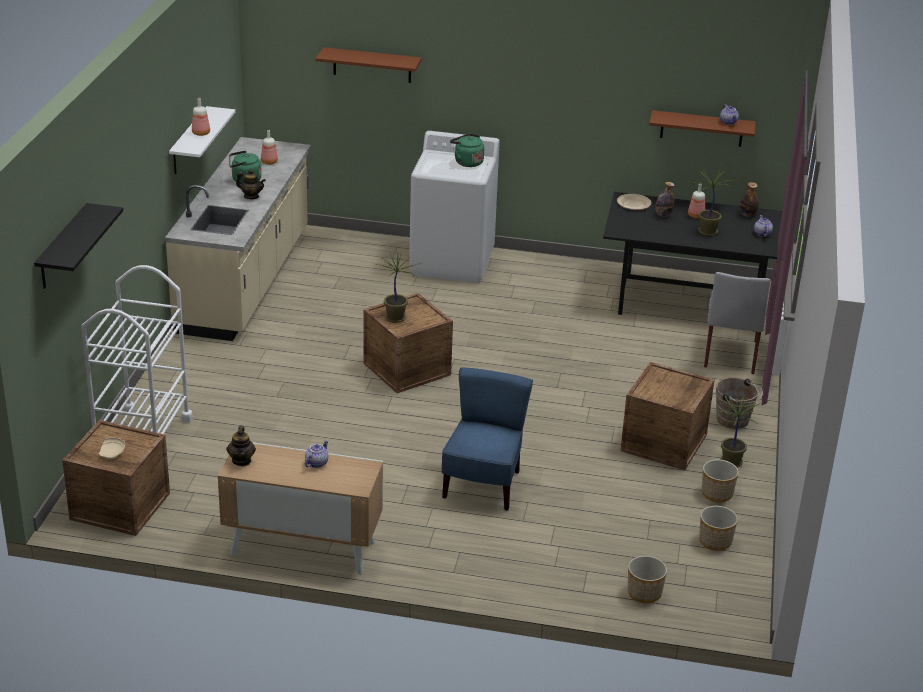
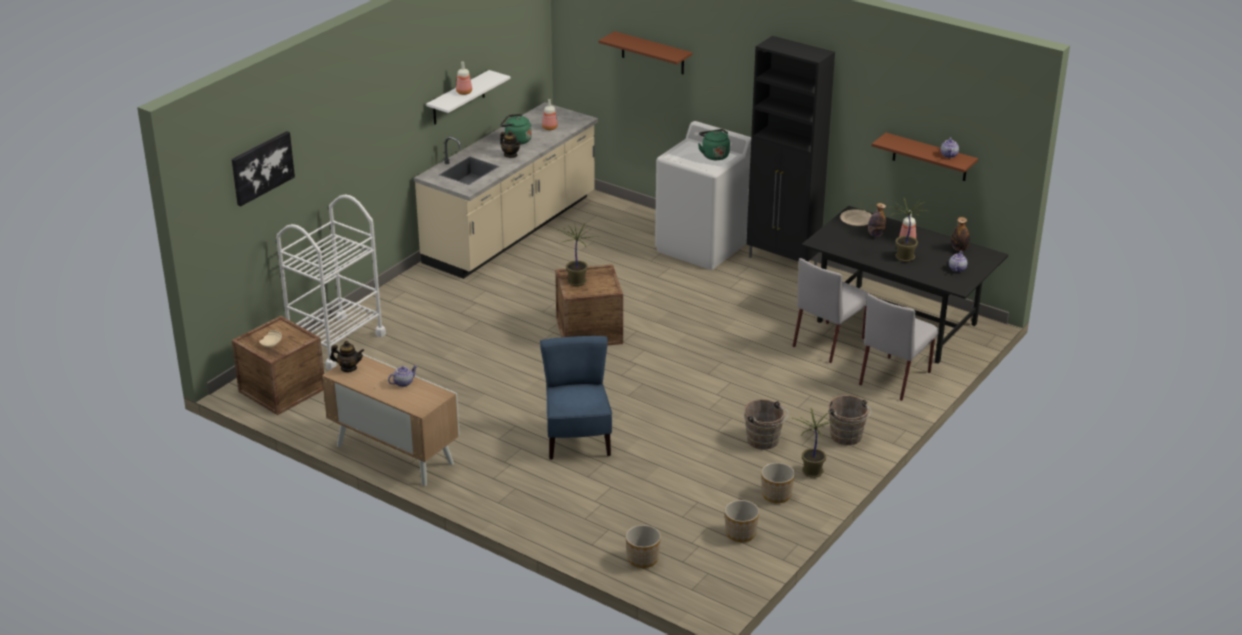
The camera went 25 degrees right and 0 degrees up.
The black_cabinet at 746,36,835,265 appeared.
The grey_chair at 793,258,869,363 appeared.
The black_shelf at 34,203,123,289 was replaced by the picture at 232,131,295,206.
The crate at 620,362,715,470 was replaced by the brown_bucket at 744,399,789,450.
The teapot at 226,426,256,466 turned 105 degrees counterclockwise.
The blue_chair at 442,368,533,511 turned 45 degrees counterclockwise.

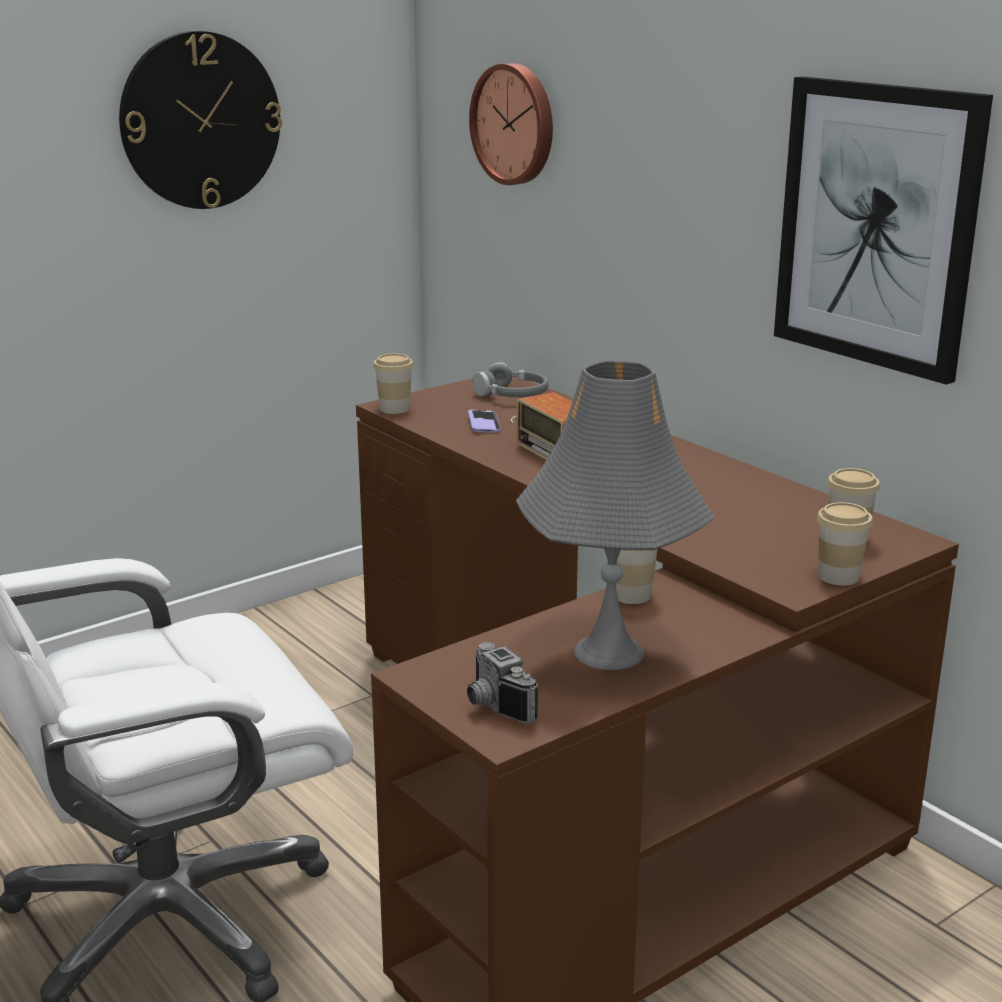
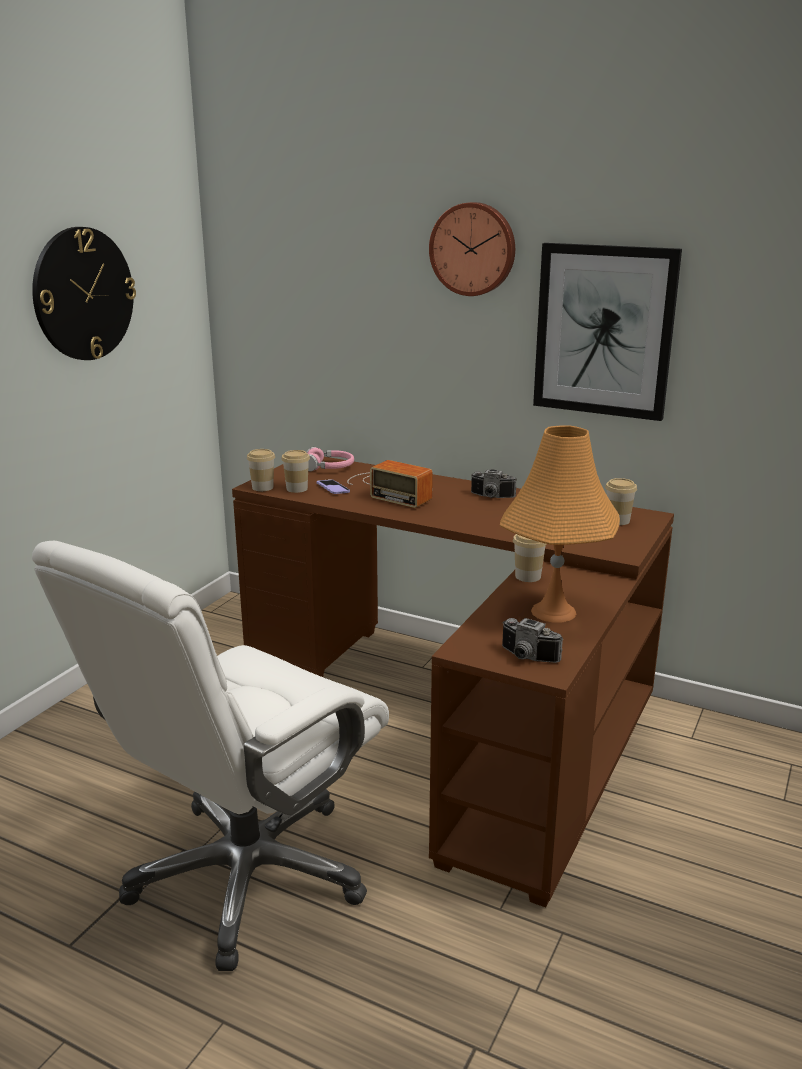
The camera went 25 degrees left and 0 degrees up.
The photo_camera at 471,470,517,498 appeared.
The wall_clock moved from 469,63,553,185 to 429,202,515,296.
The cup moved from 817,502,873,586 to 281,450,310,493.
The grey_headphones at 472,362,549,397 became the pink_headphones at 306,447,354,471.
The grey_table_lamp at 516,360,715,670 became the orange_table_lamp at 500,425,620,623.

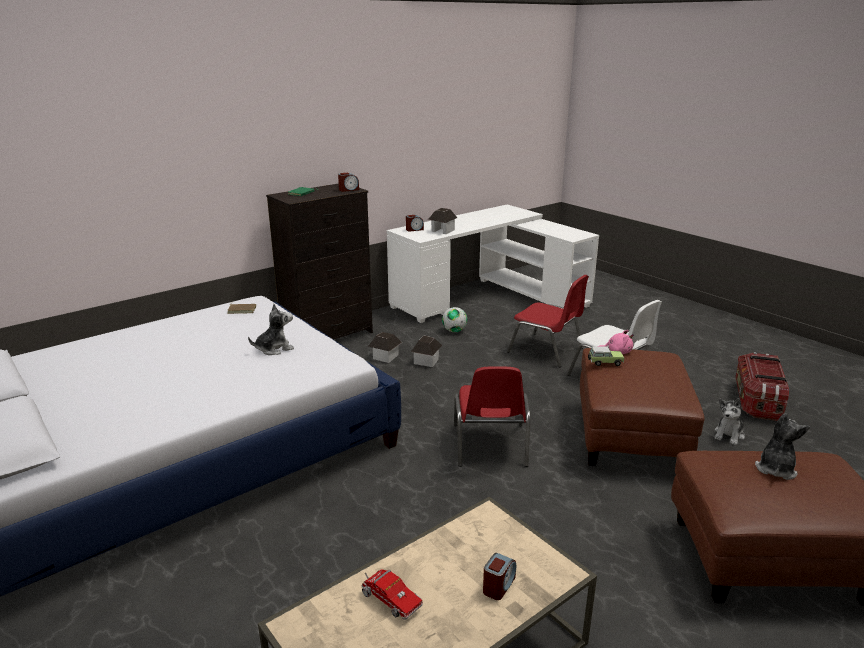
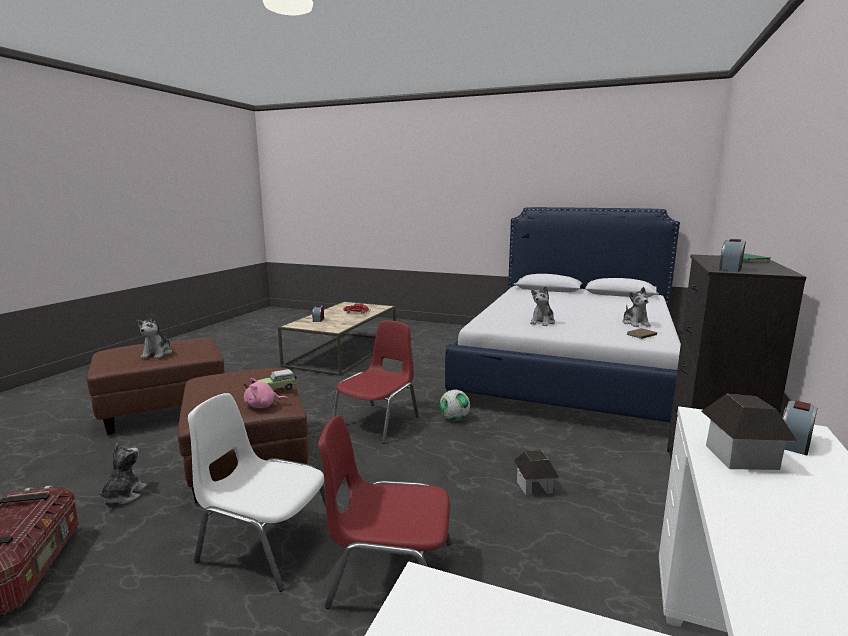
The camera went 150 degrees right and 10 degrees down.
The toy_house at 369,332,402,363 disappeared.
The plush_toy at 623,287,651,327 appeared.
The football moved from 442,307,467,332 to 440,390,470,420.
The red_chair at 454,366,530,467 turned 60 degrees clockwise.

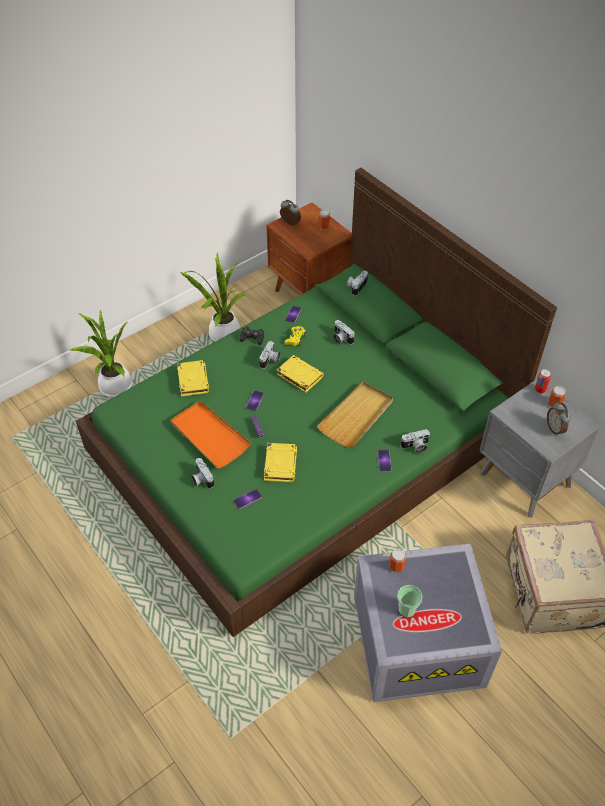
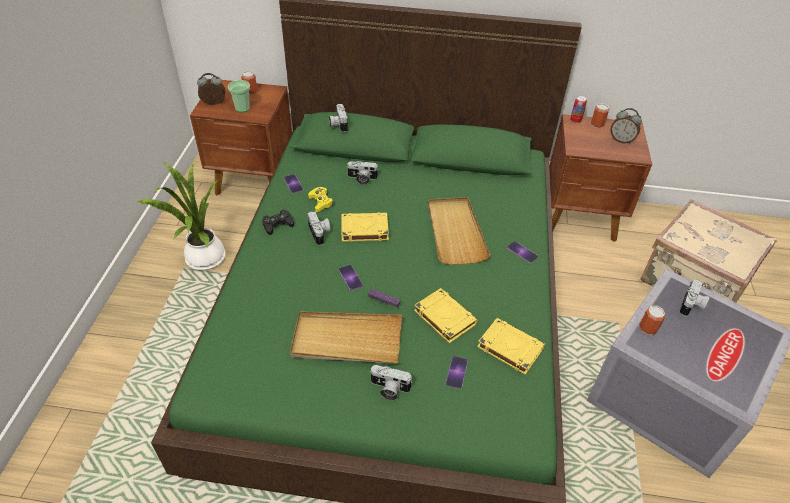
The camera went 45 degrees left and 5 degrees down.
The potted_plant at 69,309,133,397 disappeared.
The yellow_book moved from 177,360,209,397 to 477,318,545,375.
The cup moved from 397,585,423,618 to 228,80,250,112.
The photo_camera moved from 400,429,430,453 to 680,279,710,316.
The orange_tray at 171,401,251,468 became the beige_tray at 290,311,402,364.
The grey_nightstand at 479,379,600,518 became the brown_nightstand at 549,114,652,242.

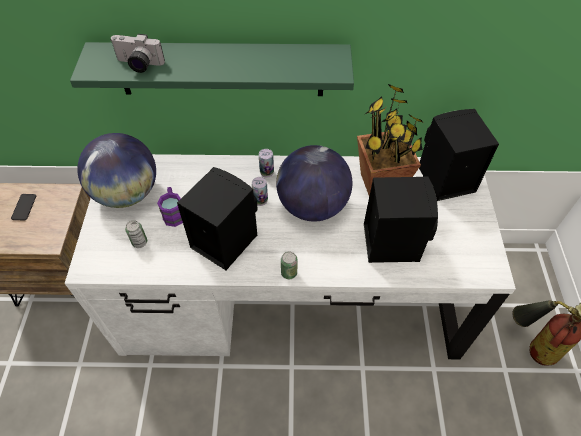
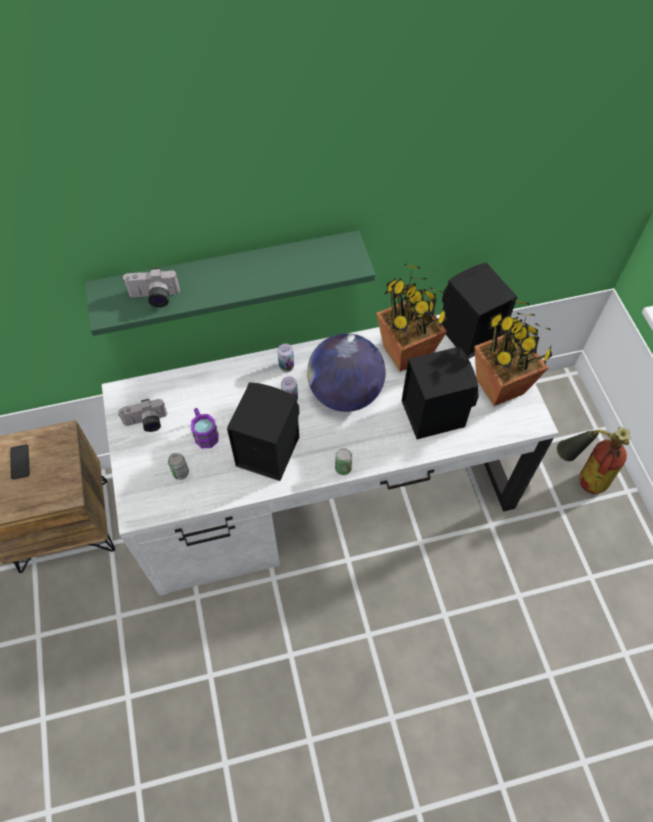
The camera went 15 degrees left and 5 degrees up.
The potted_plant at 474,299,552,406 appeared.
The globe at 77,133,156,208 was replaced by the photo_camera at 118,399,167,432.

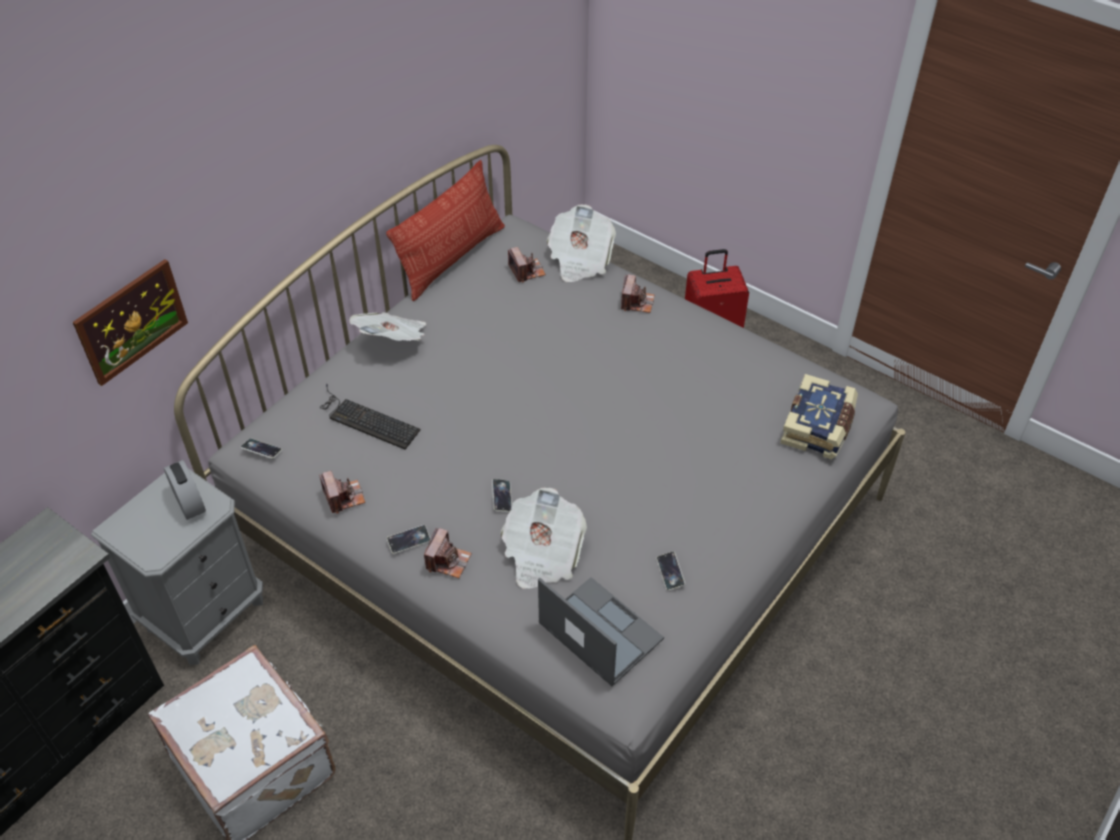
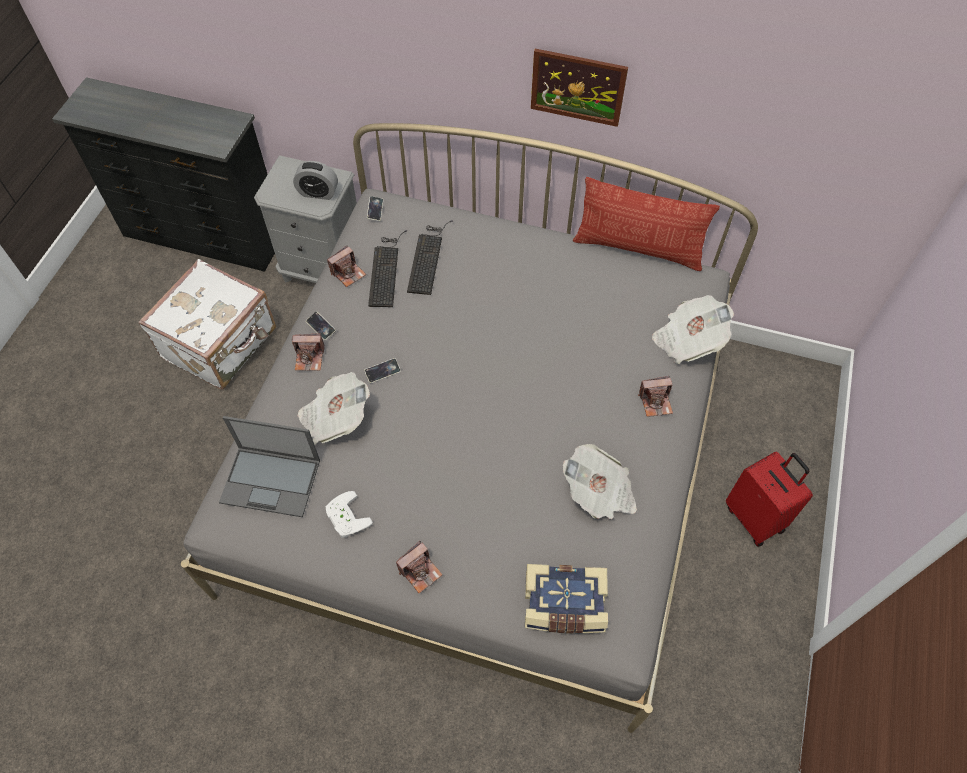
The camera went 70 degrees right and 10 degrees up.
The keyboard at 368,230,407,307 appeared.
The picture moved from 73,259,188,386 to 531,49,628,127.
The newspaper moved from 349,312,426,341 to 563,444,637,519.
The photo_camera moved from 508,247,546,283 to 396,541,442,593.
The phone at 656,551,685,591 was replaced by the white_game_controller at 326,491,373,538.
The alarm_clock at 164,460,206,520 turned 60 degrees clockwise.
The laptop at 538,577,664,686 turned 75 degrees clockwise.

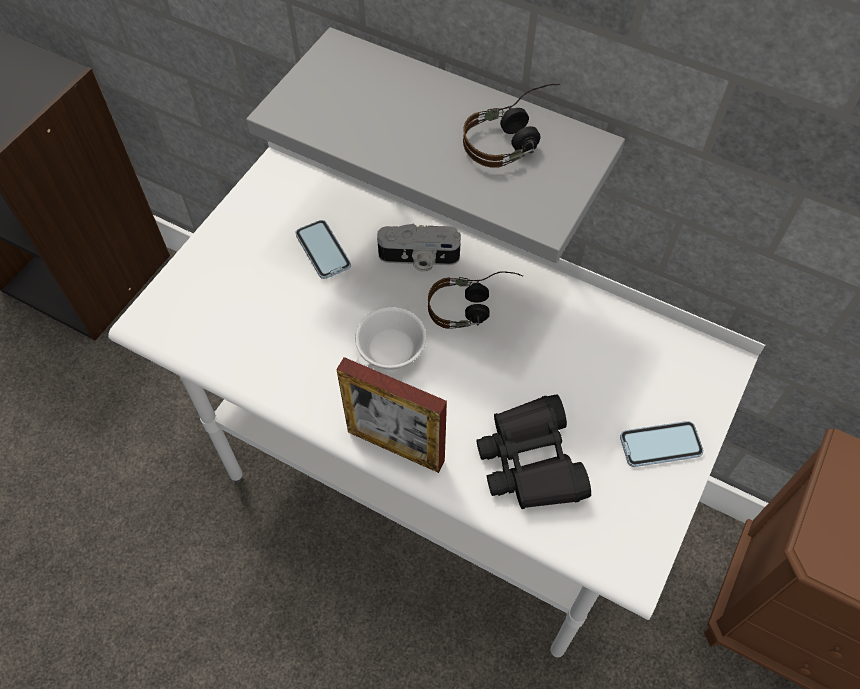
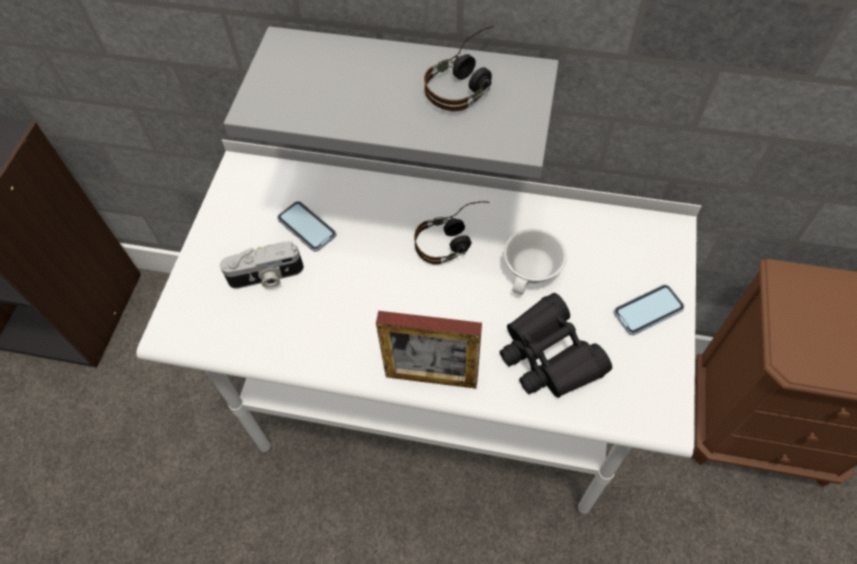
The camera went 15 degrees left and 0 degrees up.
The white_cup moved from 355,307,426,370 to 504,228,567,295.
The photo_camera moved from 377,223,461,272 to 220,241,304,289.

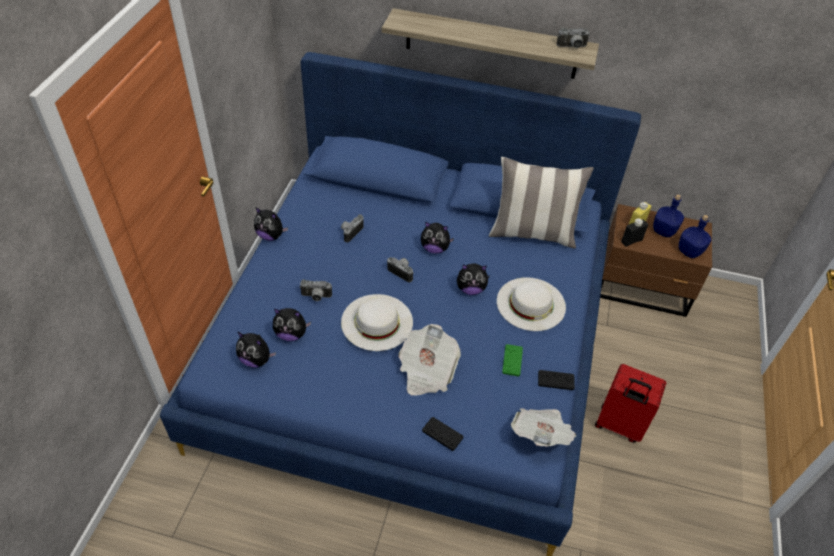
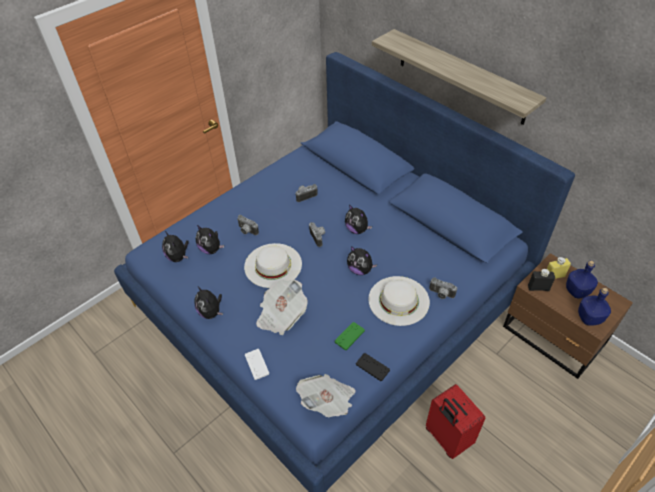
The camera went 35 degrees right and 0 degrees up.
The pillow at 489,157,594,248 disappeared.
The plush_toy moved from 254,208,288,241 to 194,286,223,319.
The photo_camera moved from 556,28,590,48 to 429,277,457,299.
The black_game_controller at 422,417,463,451 became the white_game_controller at 245,349,269,380.

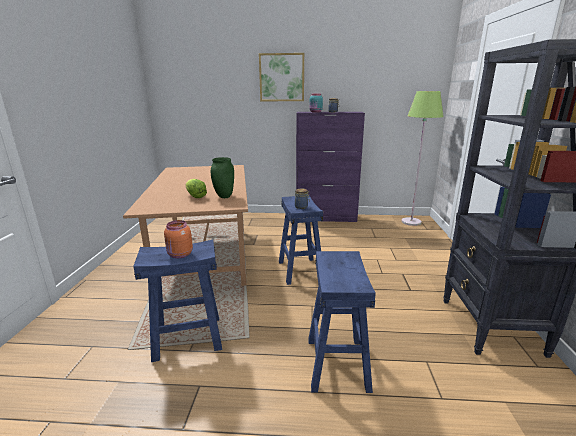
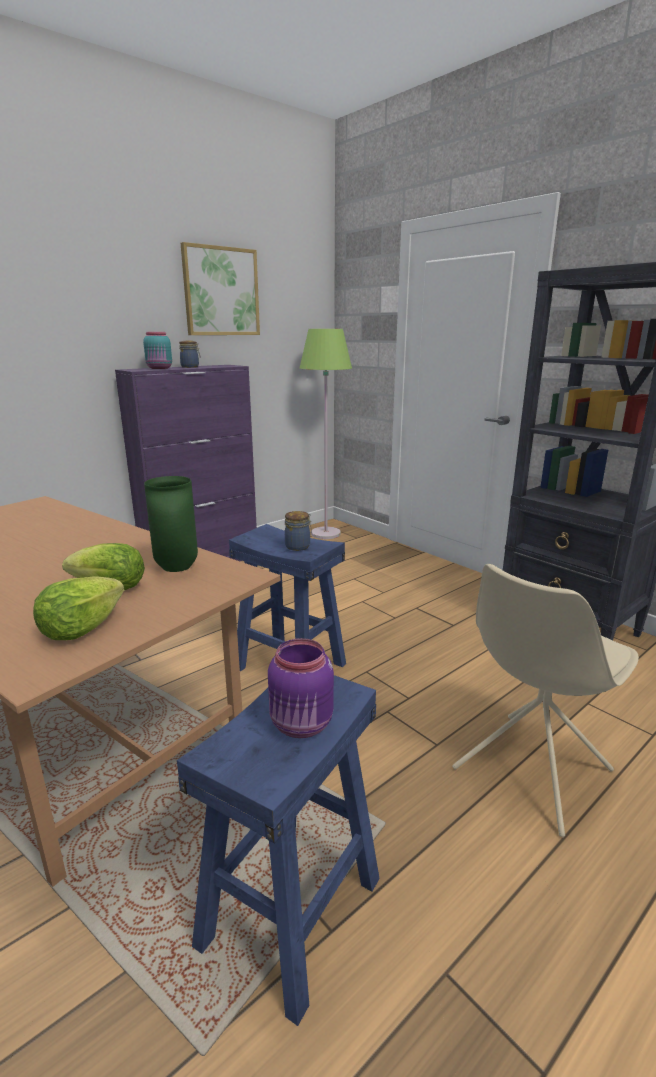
The camera went 45 degrees left and 0 degrees up.
The lettuce at 33,577,124,640 appeared.
The picture moved from 259,53,304,101 to 181,242,260,335.
The blue_stool at 308,251,376,393 was replaced by the beige_chair at 452,564,639,837.
The orange_jar at 164,220,193,258 became the purple_jar at 268,638,334,738.

